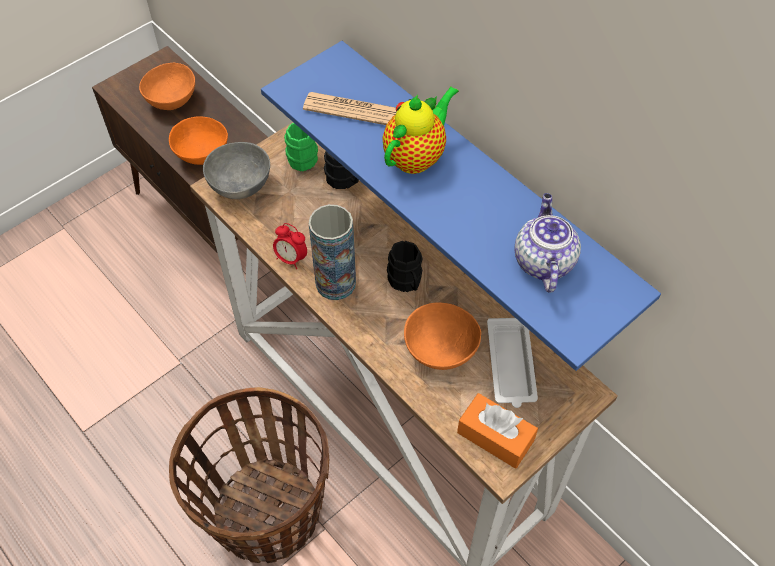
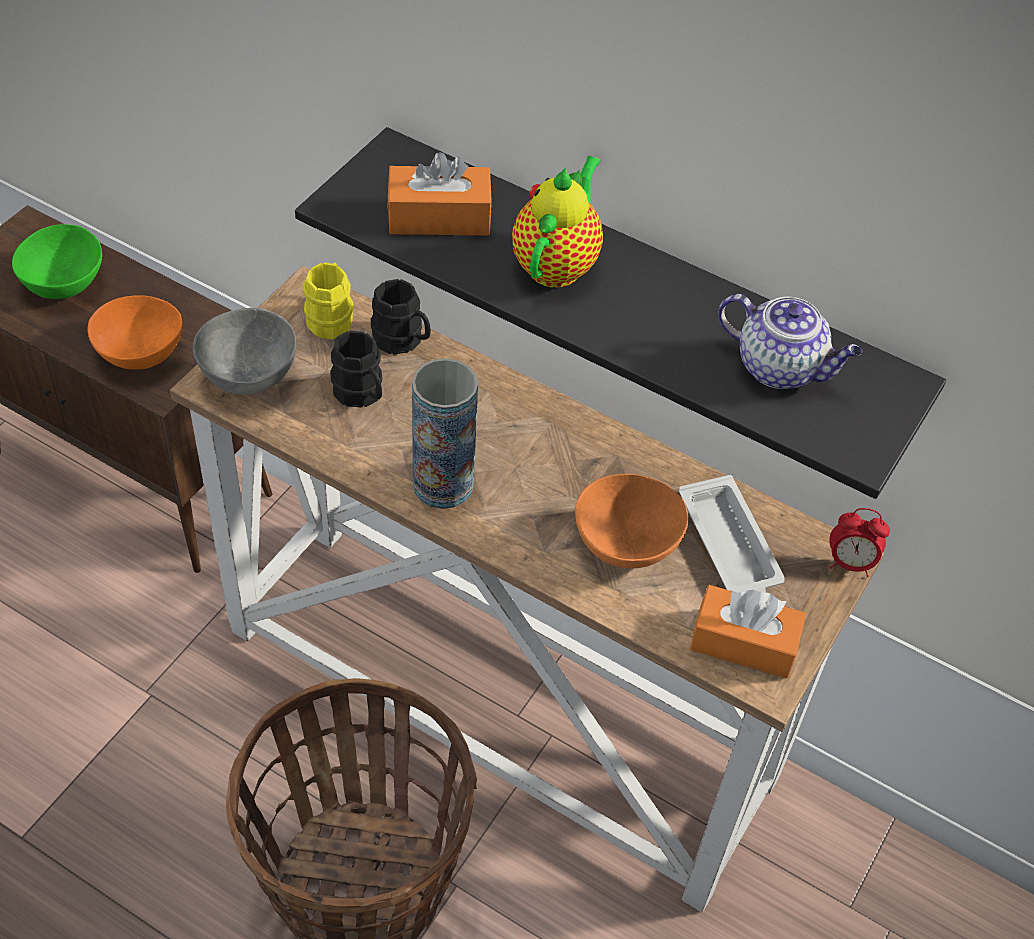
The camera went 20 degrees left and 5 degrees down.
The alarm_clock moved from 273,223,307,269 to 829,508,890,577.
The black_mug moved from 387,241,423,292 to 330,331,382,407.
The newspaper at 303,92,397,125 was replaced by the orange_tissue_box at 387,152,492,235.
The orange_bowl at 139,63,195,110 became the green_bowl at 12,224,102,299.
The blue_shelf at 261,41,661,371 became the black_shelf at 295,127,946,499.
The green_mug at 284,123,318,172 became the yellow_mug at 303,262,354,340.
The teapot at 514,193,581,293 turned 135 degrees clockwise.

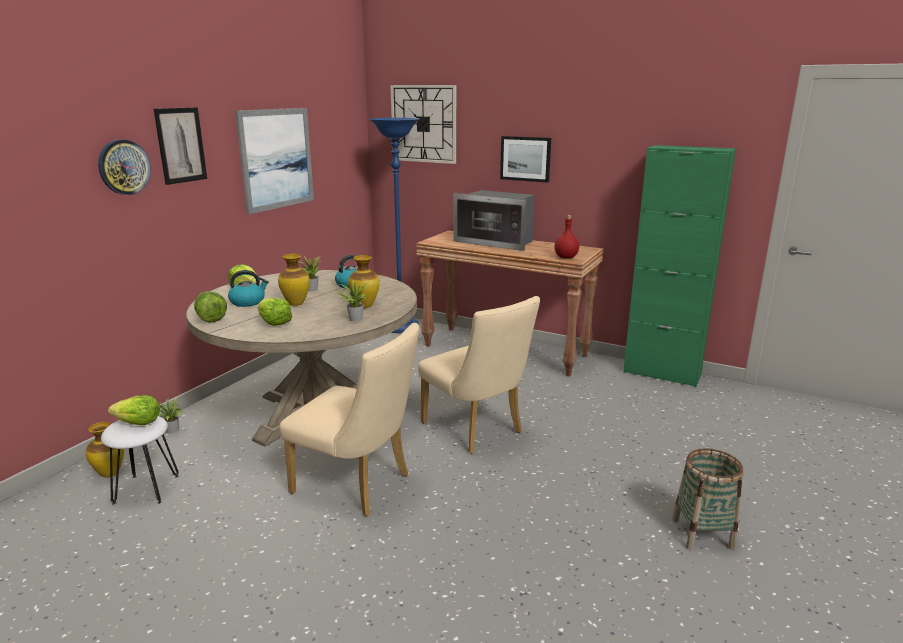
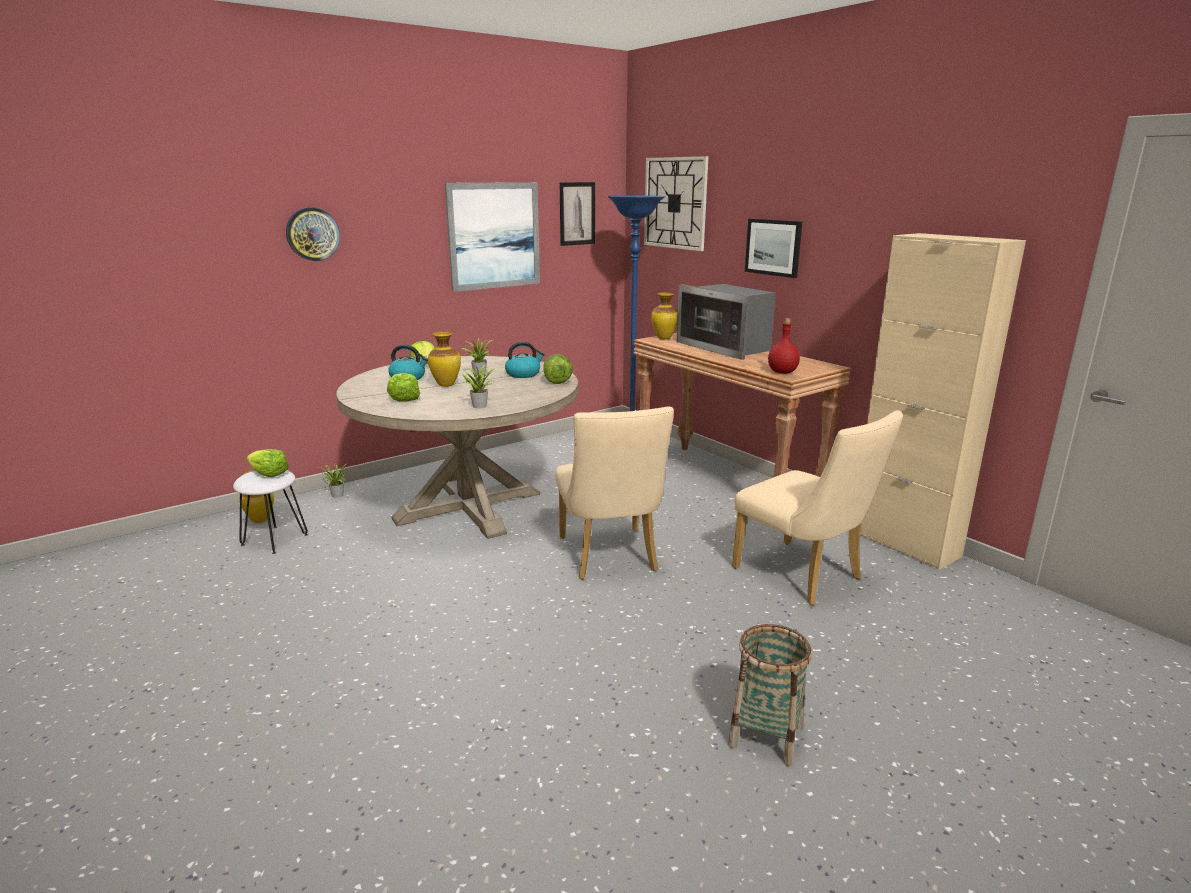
The camera went 25 degrees right and 0 degrees up.
The picture moved from 154,107,207,185 to 560,182,595,246.
The lettuce moved from 194,291,227,323 to 543,354,573,384.
The beige_chair moved from 279,323,419,516 to 732,410,903,605.
The vase moved from 348,255,380,308 to 651,292,678,339.
The green_cabinet at 623,145,736,387 became the beige_cabinet at 860,233,1026,570.

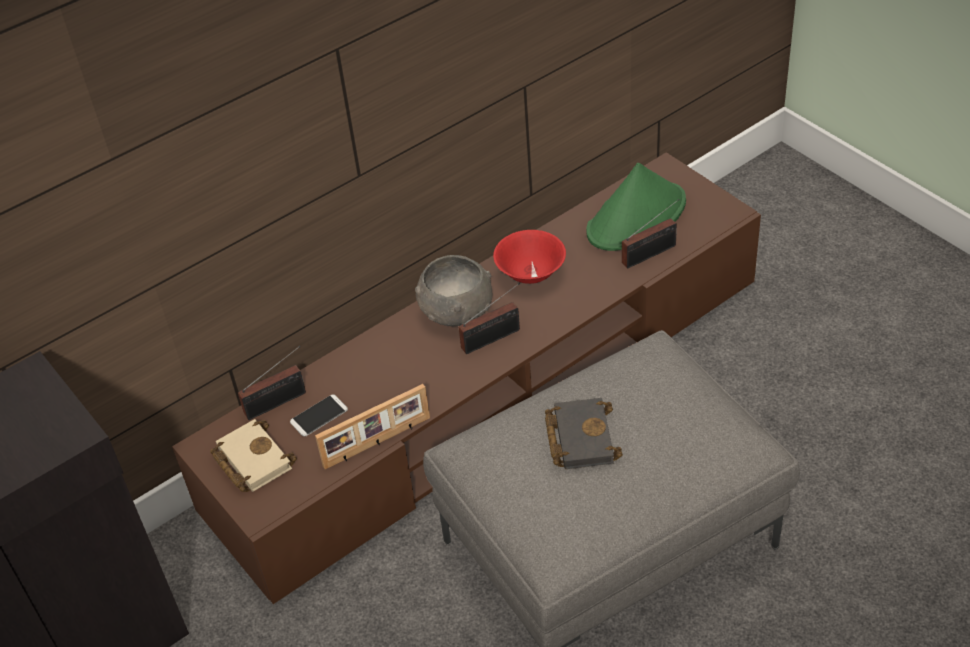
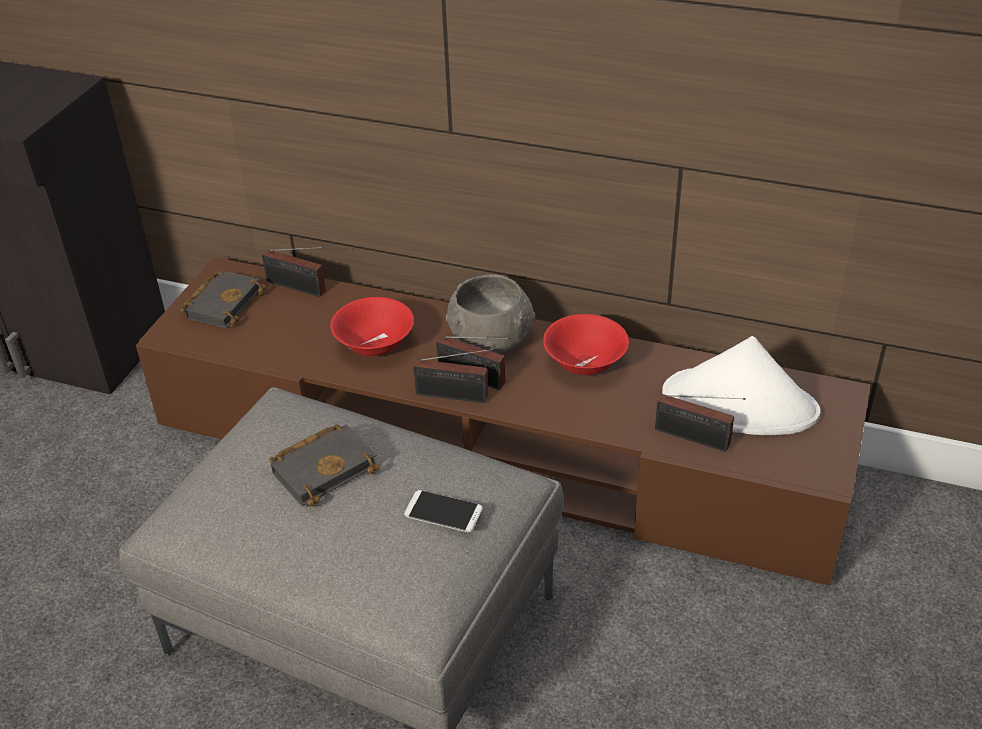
The camera went 55 degrees right and 5 degrees down.
The picture_frame at 315,384,430,469 disappeared.
The red_bowl at 330,297,414,356 appeared.
The radio at 414,349,495,403 appeared.
The phone moved from 290,394,348,437 to 404,490,483,532.
The beige_book at 210,419,297,492 became the black_book at 180,270,266,328.
The green_hat at 586,163,686,251 became the white_hat at 662,336,821,435.

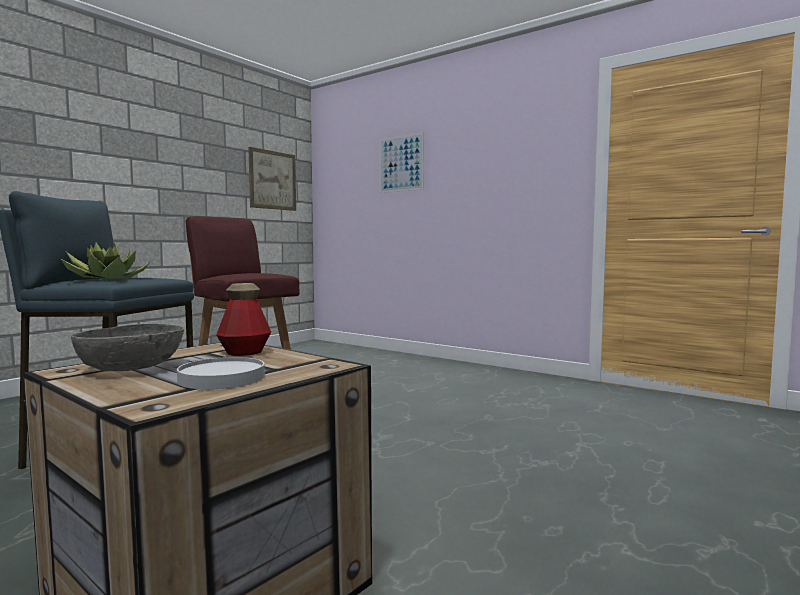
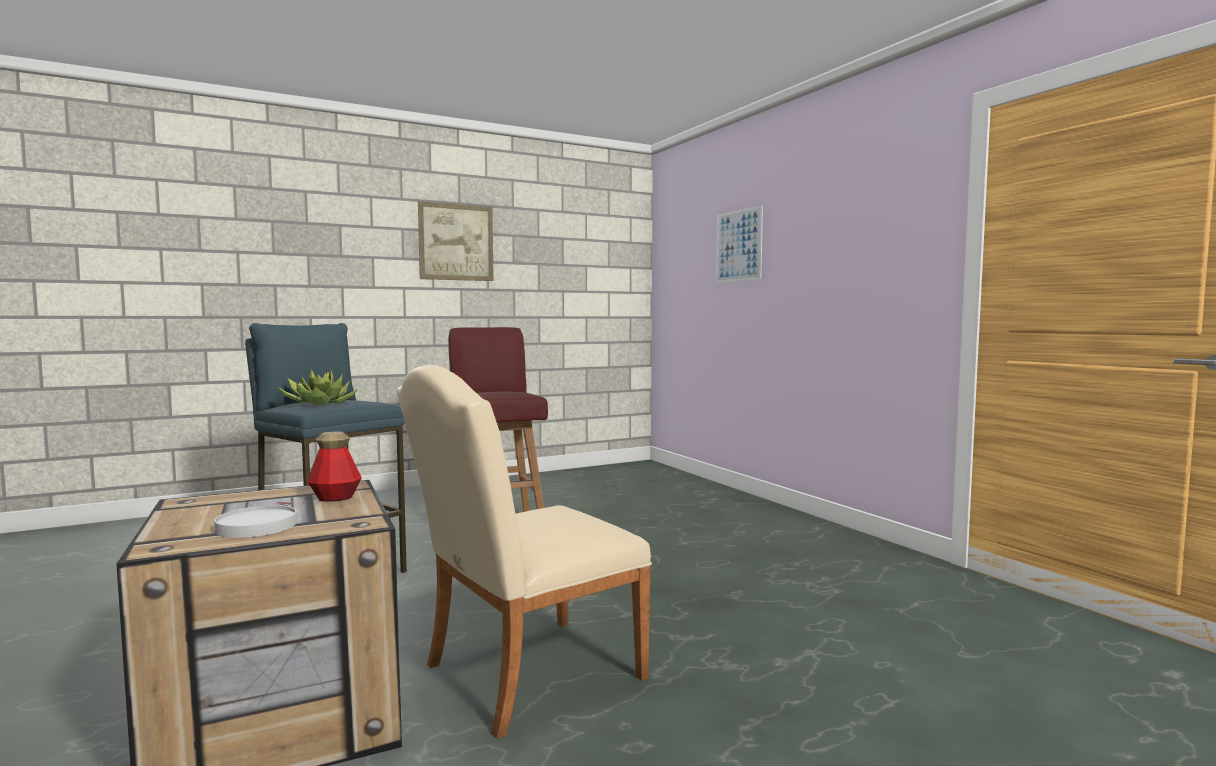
The camera went 25 degrees right and 0 degrees up.
The grey_bowl at 71,324,184,371 disappeared.
The beige_chair at 397,365,652,739 appeared.
The picture moved from 248,147,296,211 to 418,201,494,281.

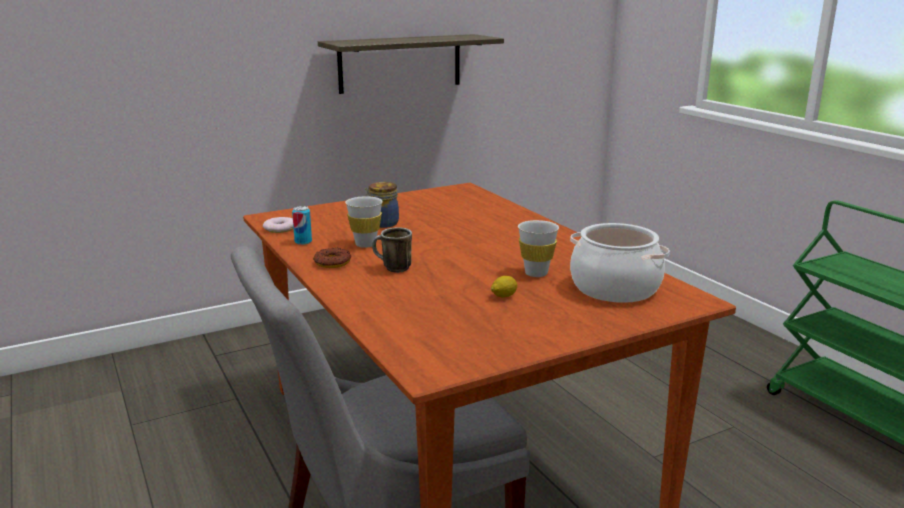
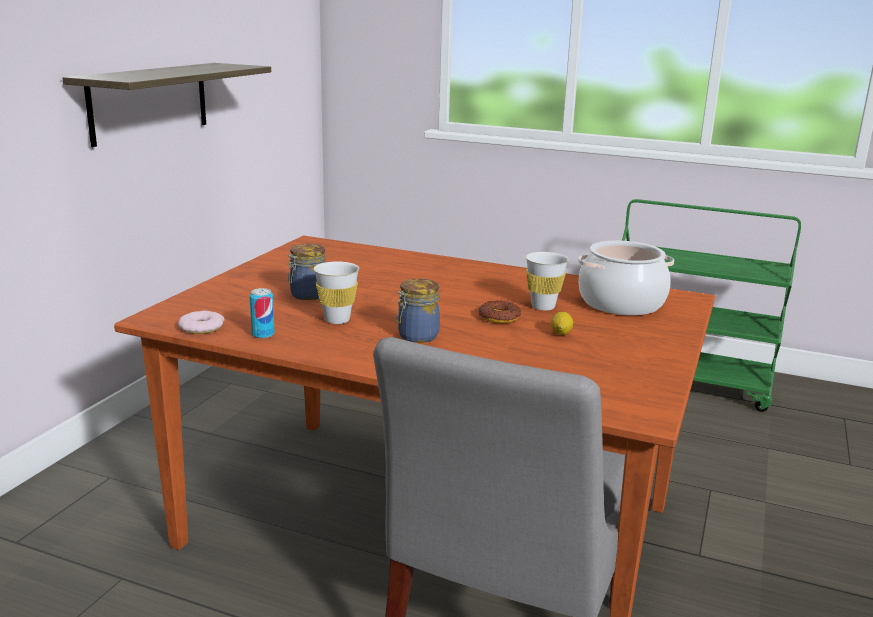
The camera went 40 degrees left and 0 degrees up.
The donut moved from 313,248,351,268 to 478,301,521,324.
The mug at 372,227,412,273 was replaced by the jar at 396,279,440,343.

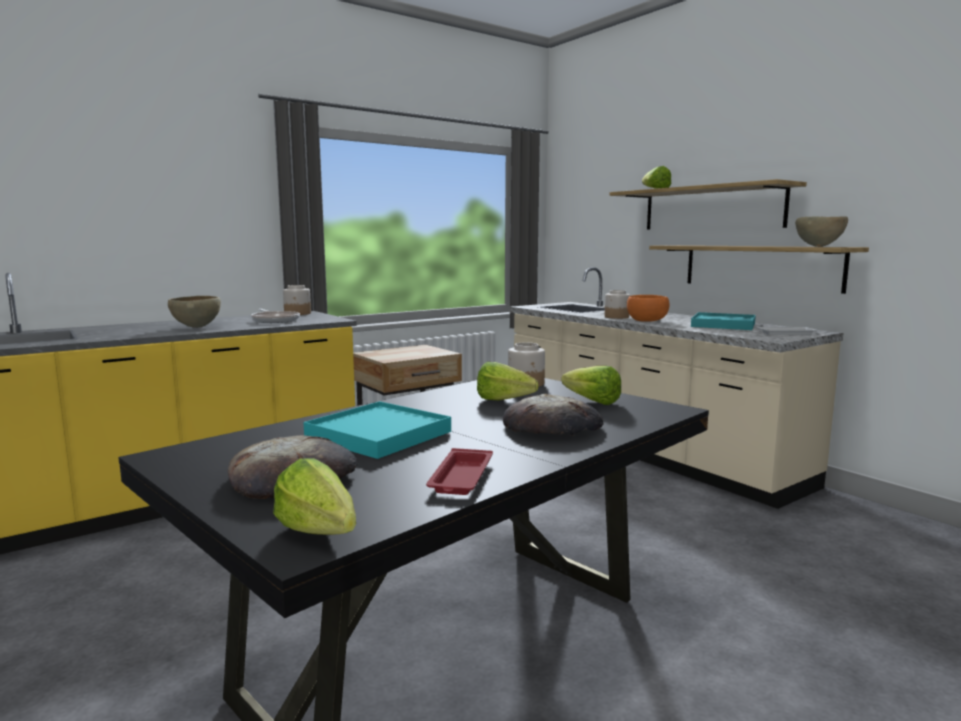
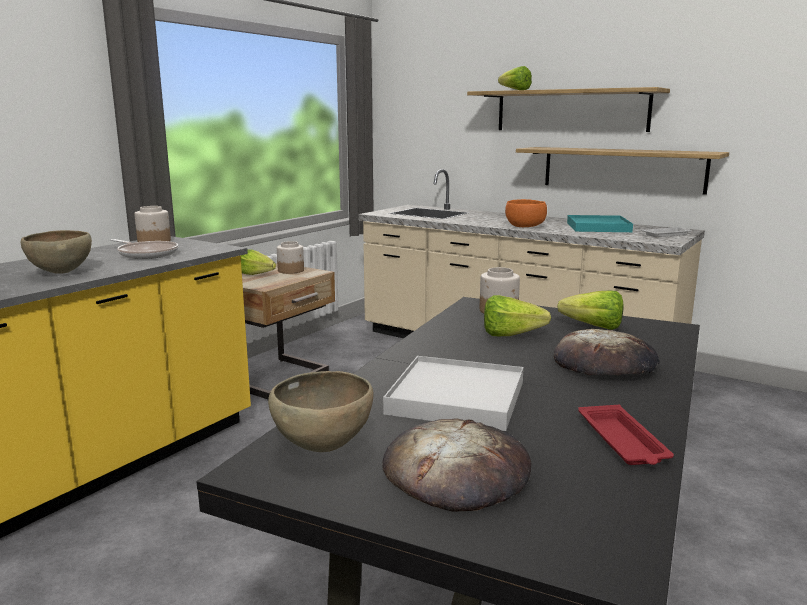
The camera went 20 degrees left and 5 degrees up.
The lettuce moved from 273,458,356,535 to 240,249,276,275.
The jar moved from 605,290,630,319 to 277,241,304,274.
The brown_bowl moved from 795,216,848,247 to 268,371,373,452.
The turquoise_tray at 303,401,451,459 became the white_tray at 383,356,524,431.

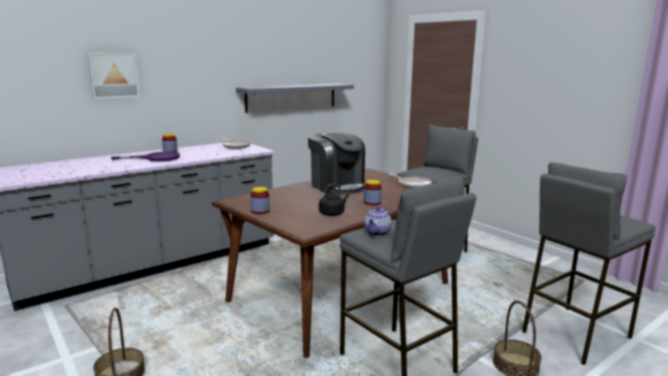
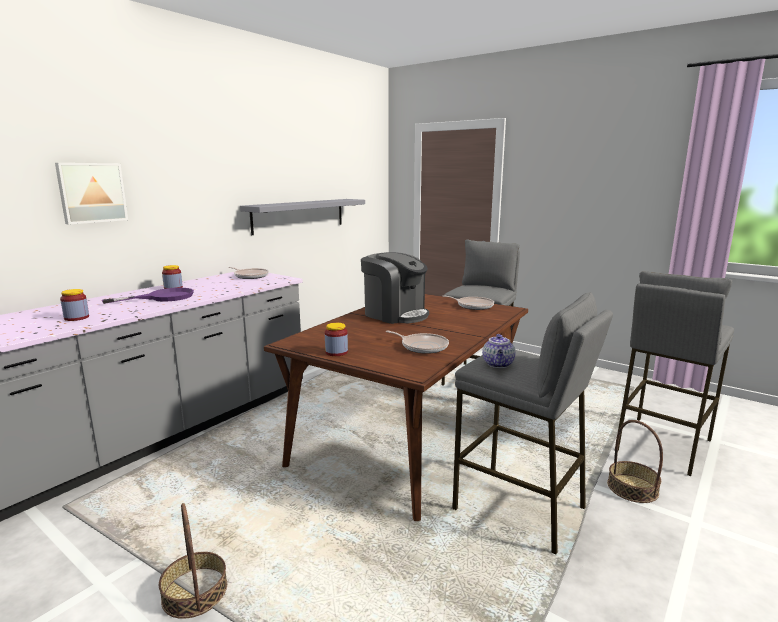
The camera went 15 degrees left and 0 degrees up.
The jar moved from 364,180,382,205 to 60,289,89,321.
The black_kettle at 319,183,349,216 was replaced by the frying_pan at 386,331,449,354.

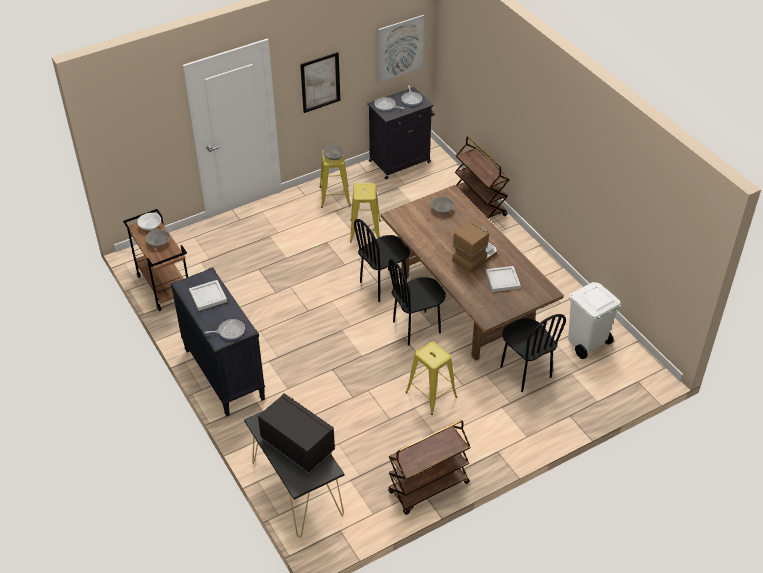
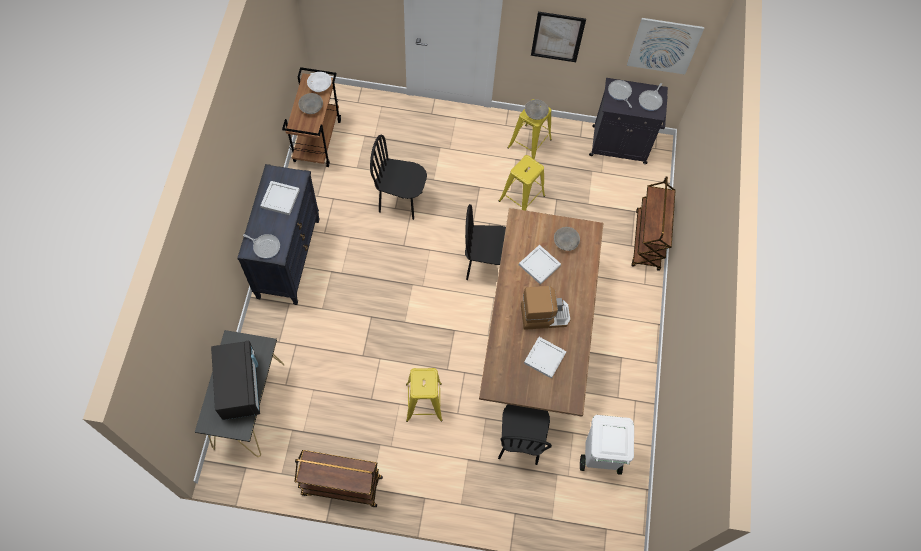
The camera went 35 degrees right and 20 degrees up.
The white_tray at 519,245,561,285 appeared.
The black_chair moved from 388,259,446,346 to 370,135,427,220.

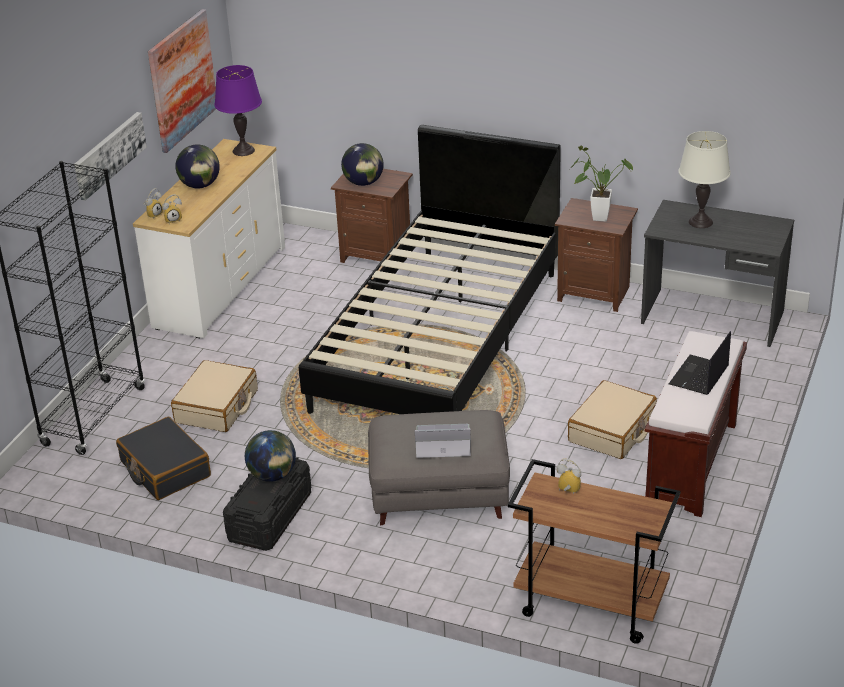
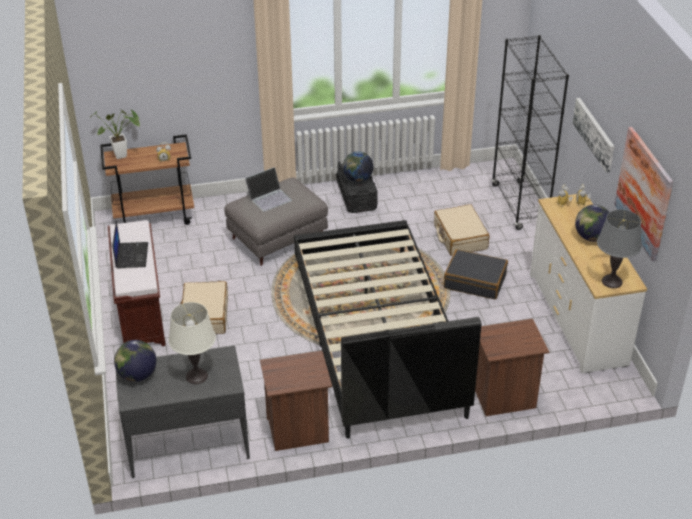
The camera went 145 degrees right and 5 degrees up.
The black_suitcase moved from 116,417,211,500 to 444,249,508,299.
The globe moved from 341,143,384,186 to 114,340,156,382.
The potted_plant moved from 570,146,633,222 to 90,110,140,159.
The purple_table_lamp at 214,65,262,156 became the grey_table_lamp at 597,210,642,288.

